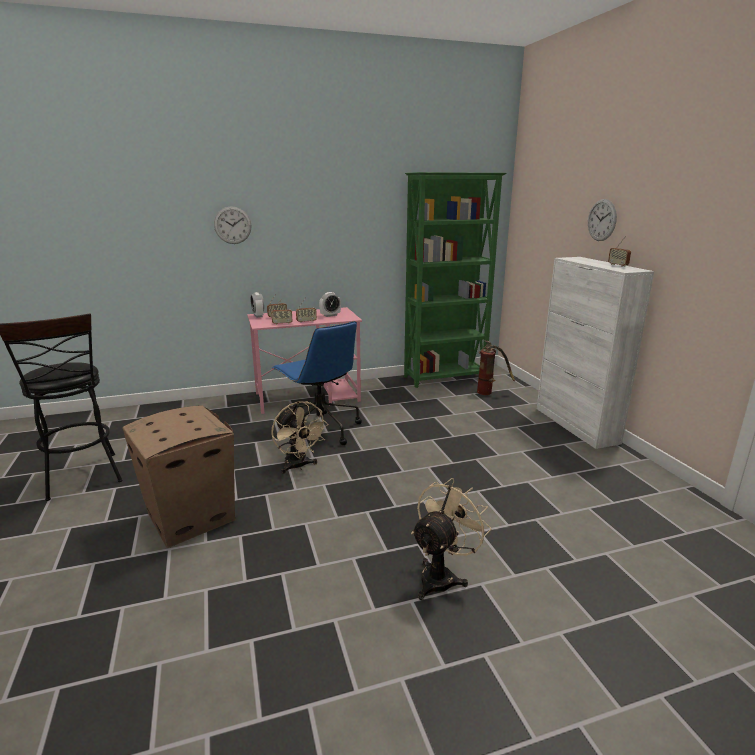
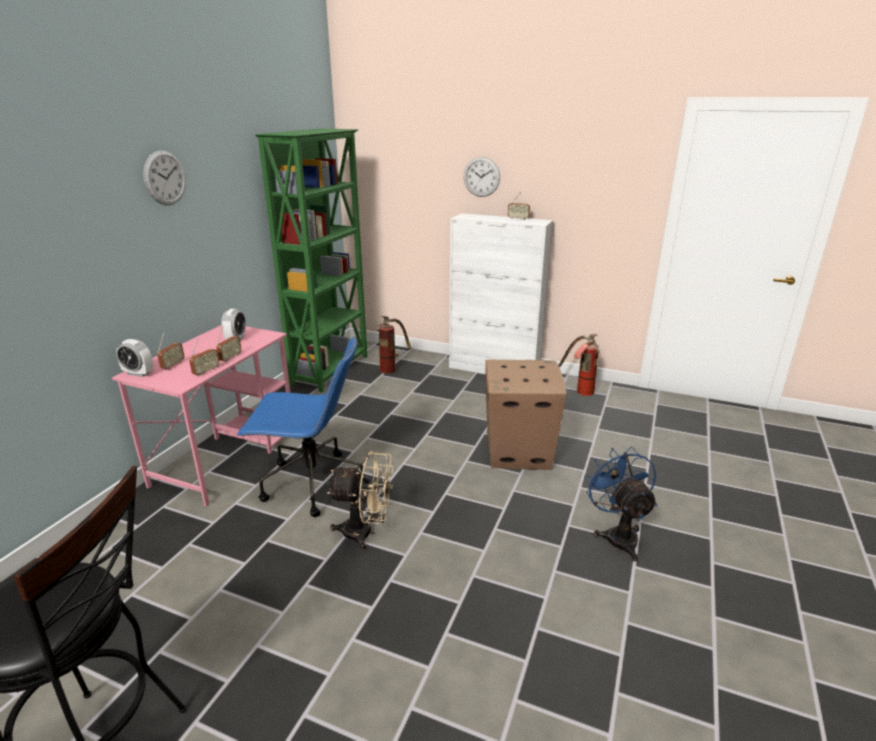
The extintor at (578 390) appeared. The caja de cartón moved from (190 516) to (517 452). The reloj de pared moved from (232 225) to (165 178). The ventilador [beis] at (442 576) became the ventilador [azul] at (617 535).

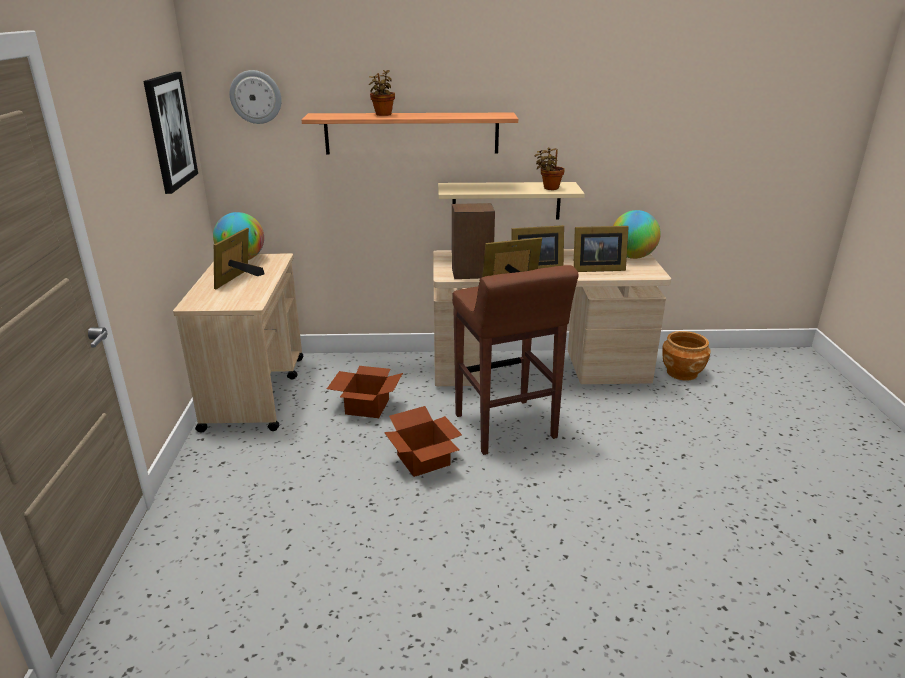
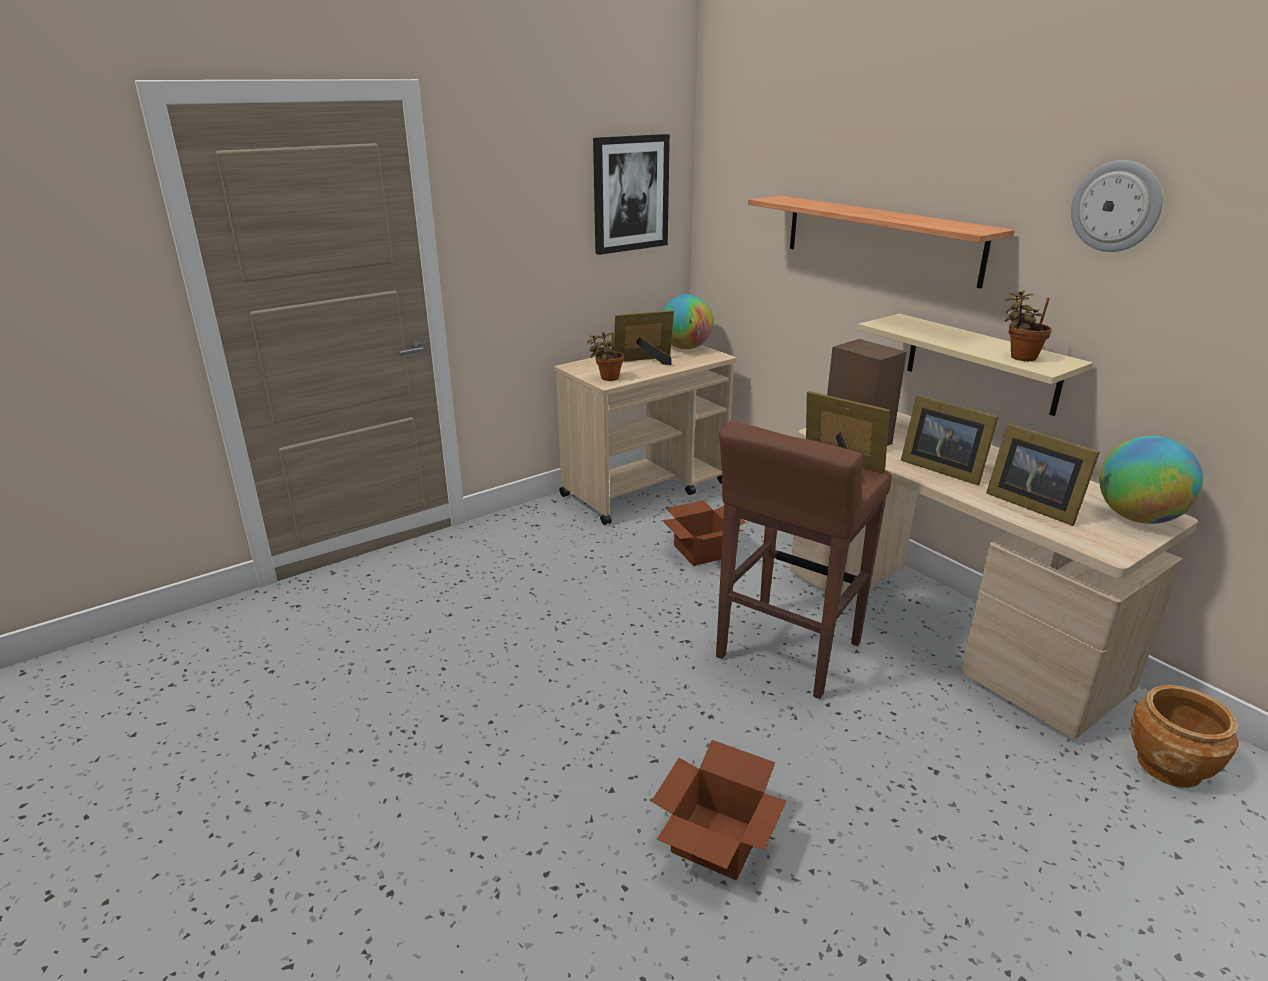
The reloj de pared moved from (256 97) to (1116 206). The planta en maceta moved from (383 115) to (607 378). The caja de cartón moved from (423 461) to (714 841).

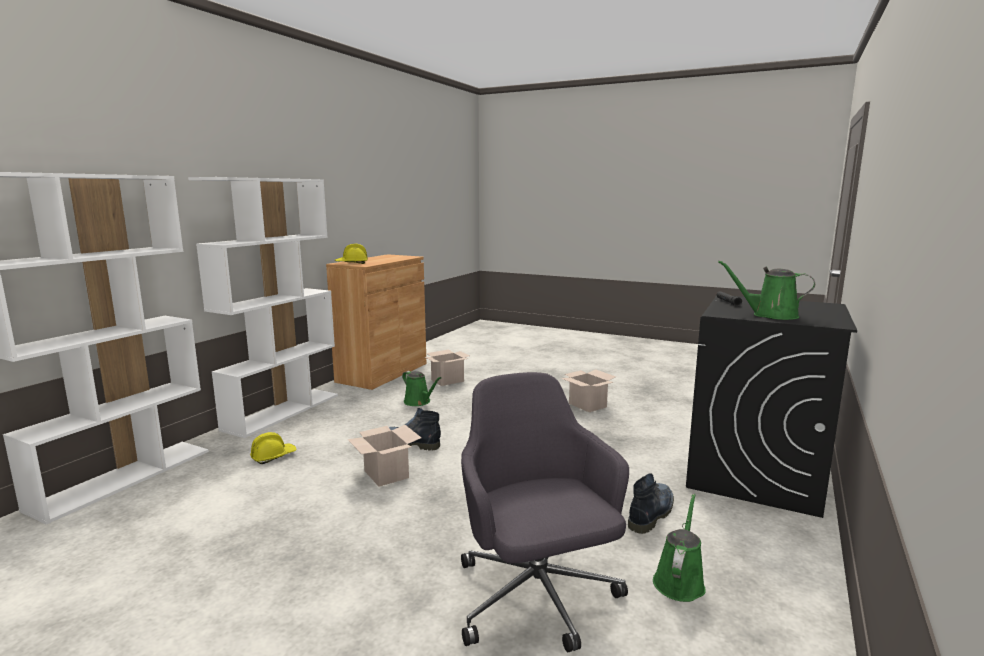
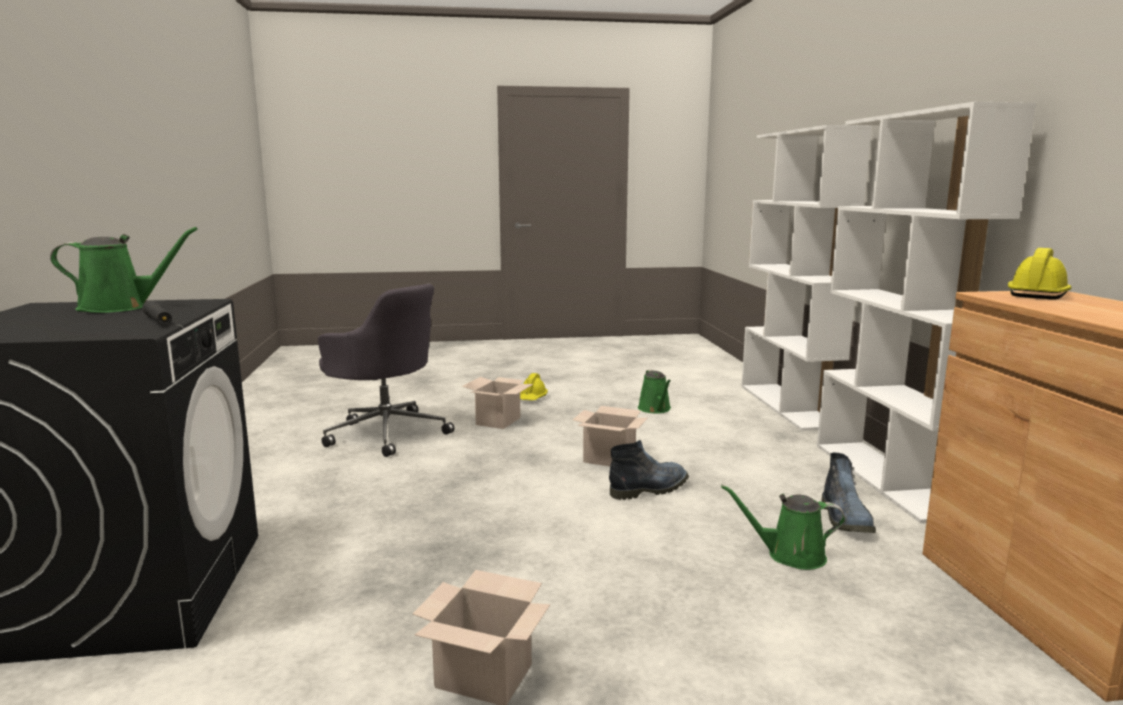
The casco [amarillo] moved from (273 456) to (532 398). The caja de cartón moved from (448 380) to (498 421). The bota moved from (651 513) to (846 520). The regadera [verde] moved from (679 581) to (655 409).

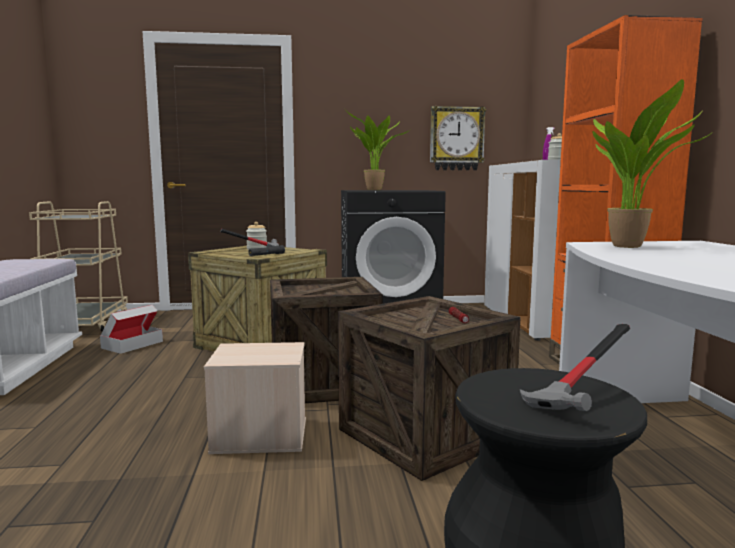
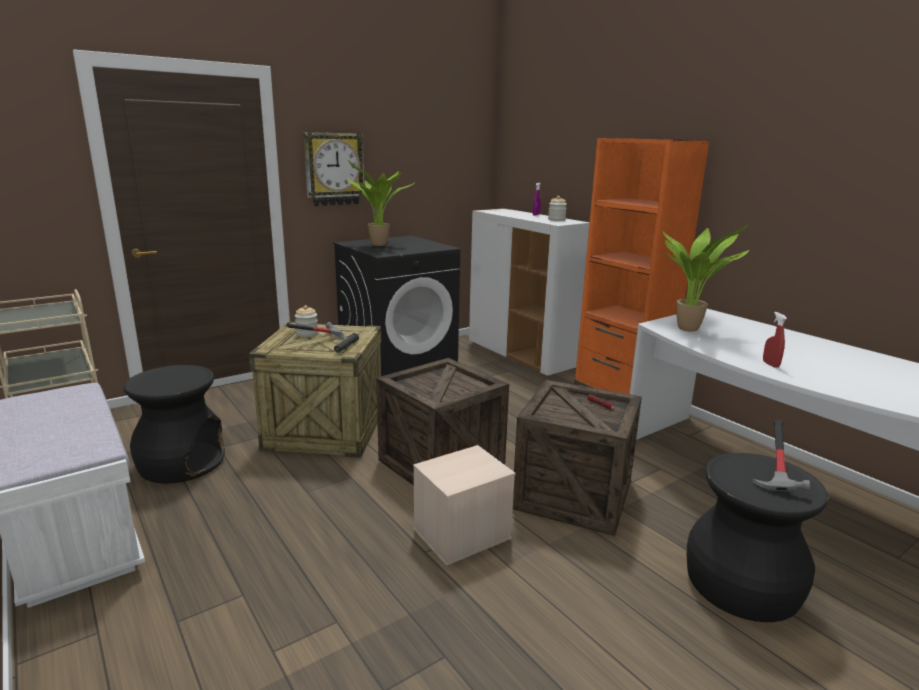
The pulverizador [rojo] at (770 364) appeared. The reloj de pared moved from (456 139) to (334 169). The caja de cartón at (132 344) was replaced by the taburete [negro] at (181 463).

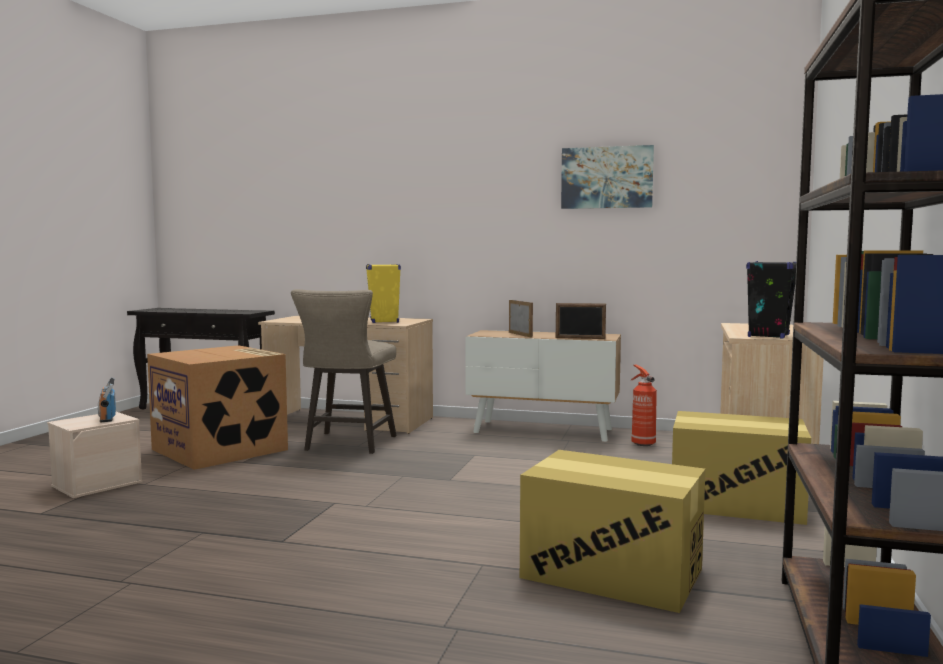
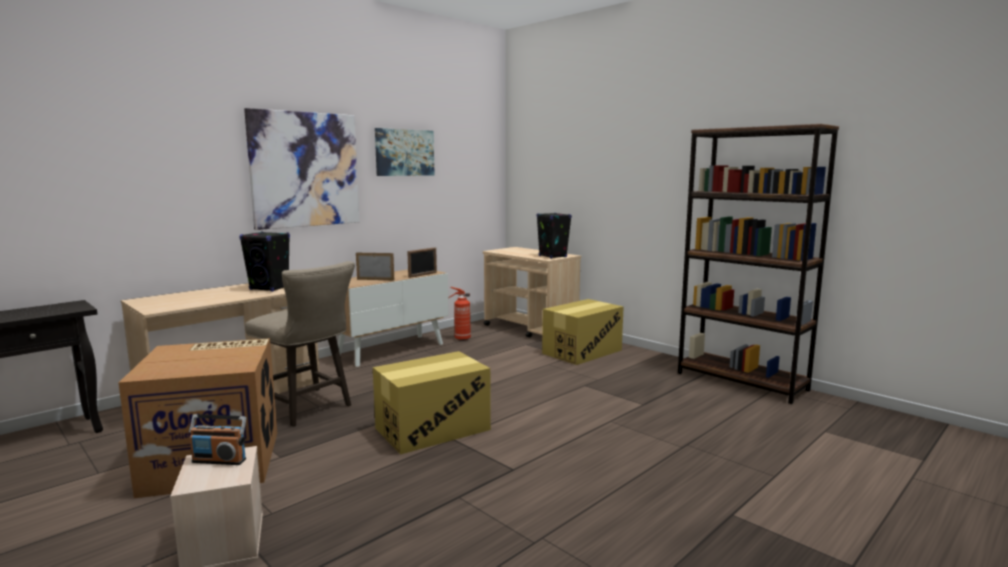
The cuadro at (305 169) appeared. The caja de cartón moved from (612 573) to (433 429). The altavoz [amarillo] at (384 321) became the altavoz [negro] at (270 288).

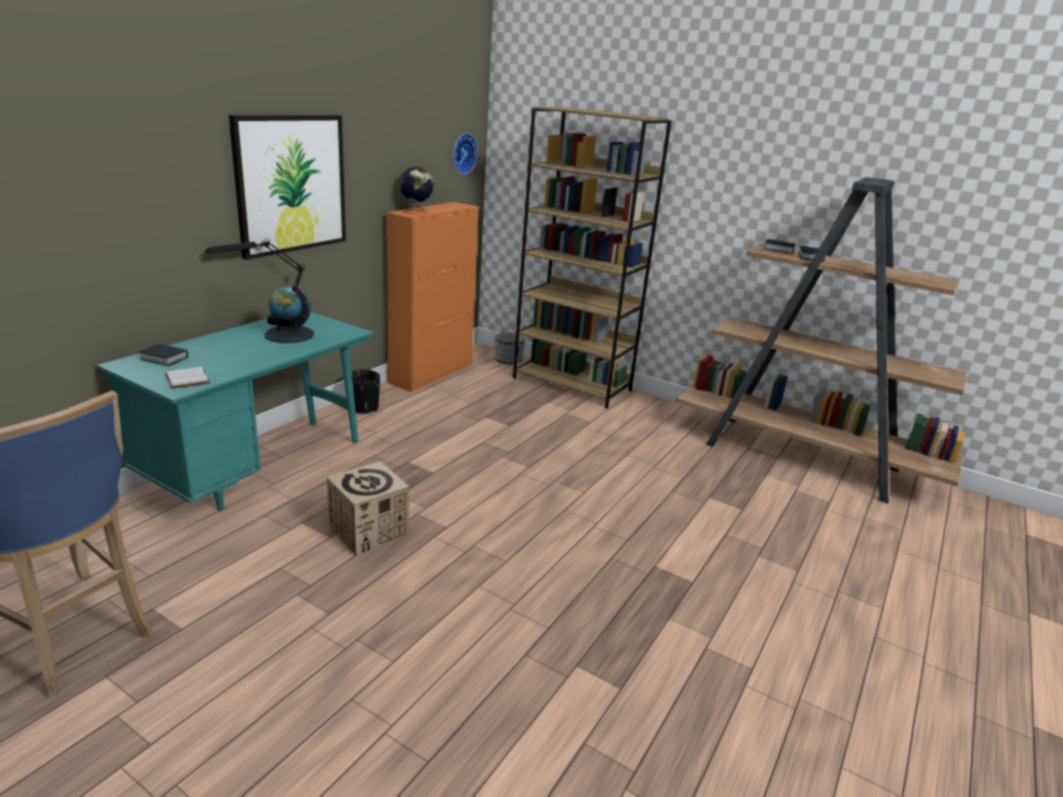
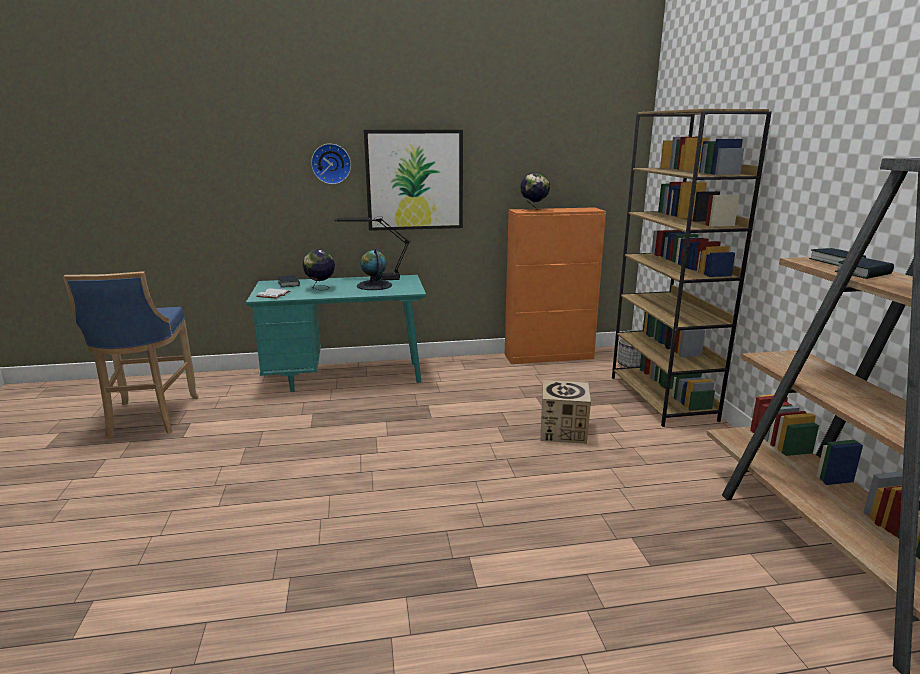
The maceta [negro] at (363 408) disappeared. The globo terráqueo at (320 288) appeared. The caja de cartón moved from (369 531) to (563 431). The reloj de pared moved from (462 153) to (331 164).

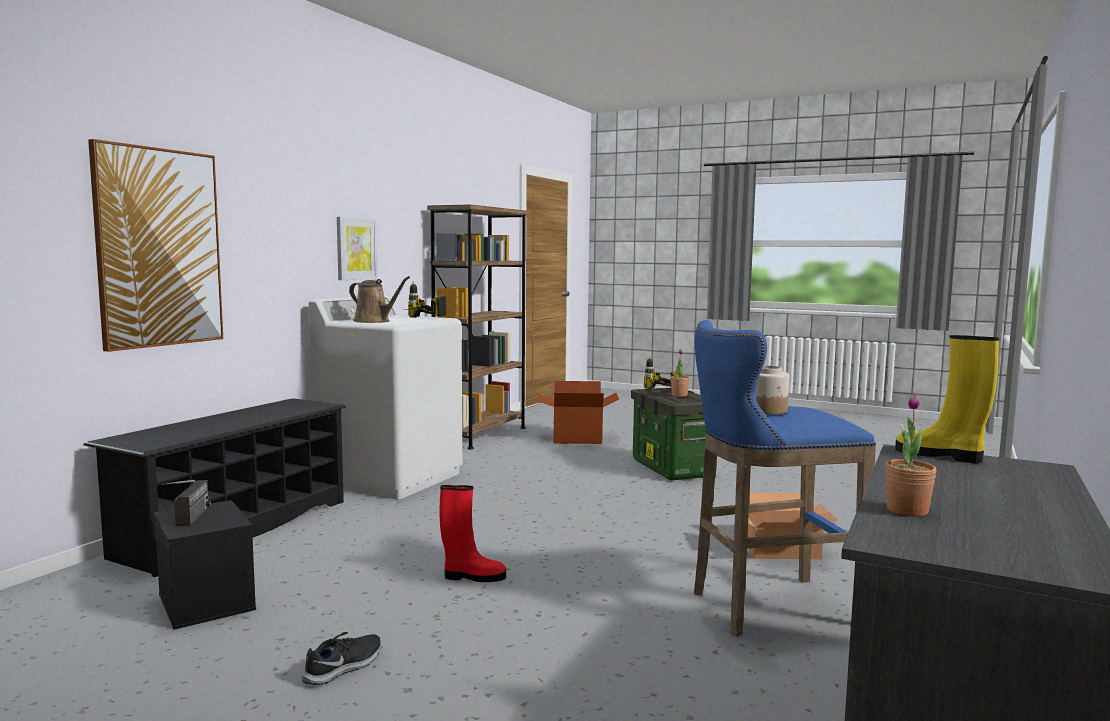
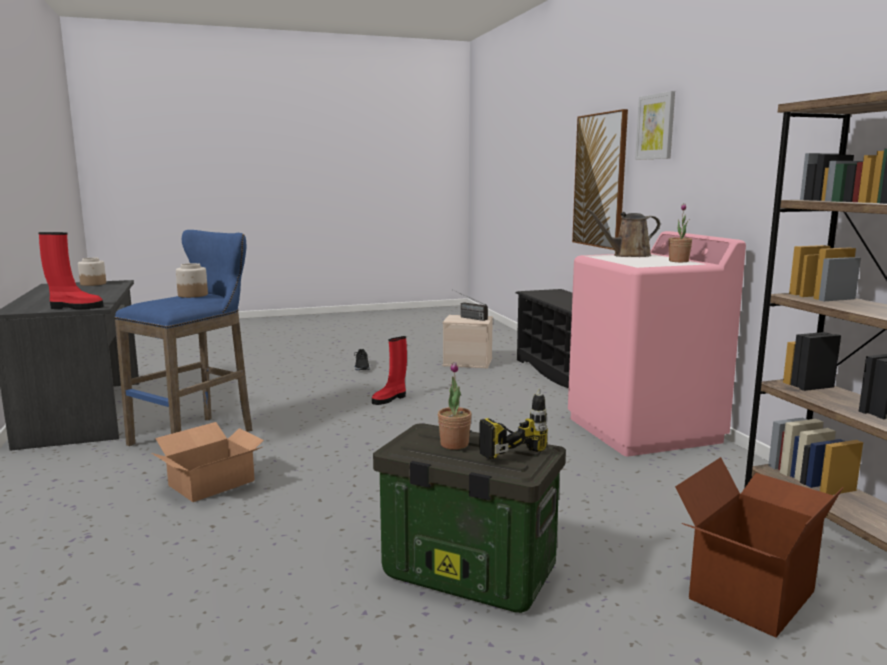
The taladro at (417 319) disappeared. The tarro at (93 284) appeared. The cuadro moved from (356 248) to (656 127). The planta en maceta moved from (907 510) to (678 261). The caja de almacenaje [negro] at (205 602) became the caja de almacenaje [beis] at (468 362). The lavadora [blanco] at (390 478) became the lavadora [rosa] at (644 430). The bota [amarillo] at (941 455) became the bota [rojo] at (75 307).

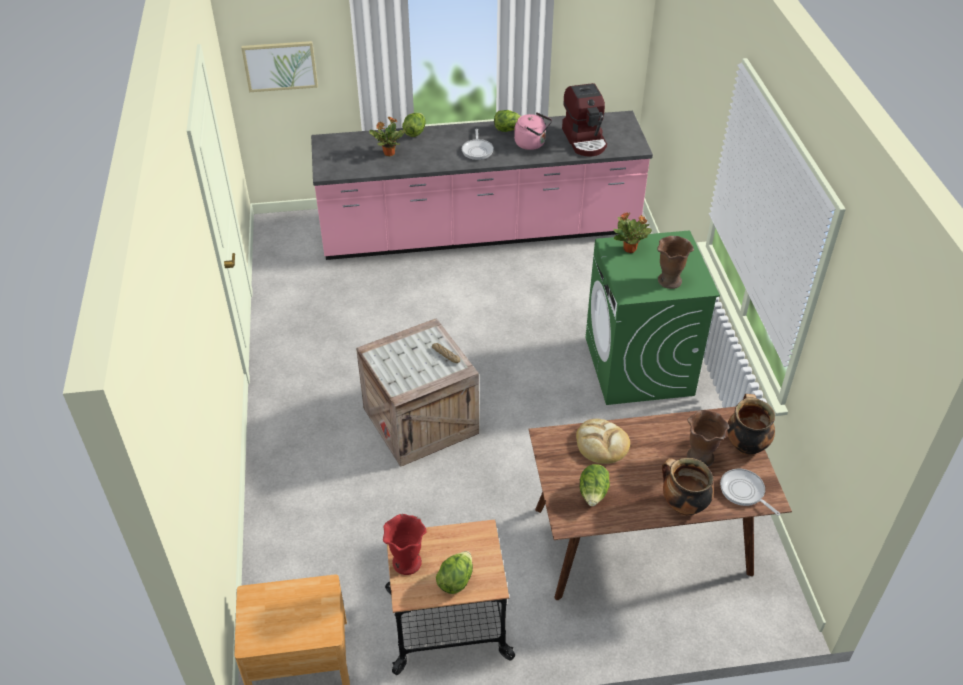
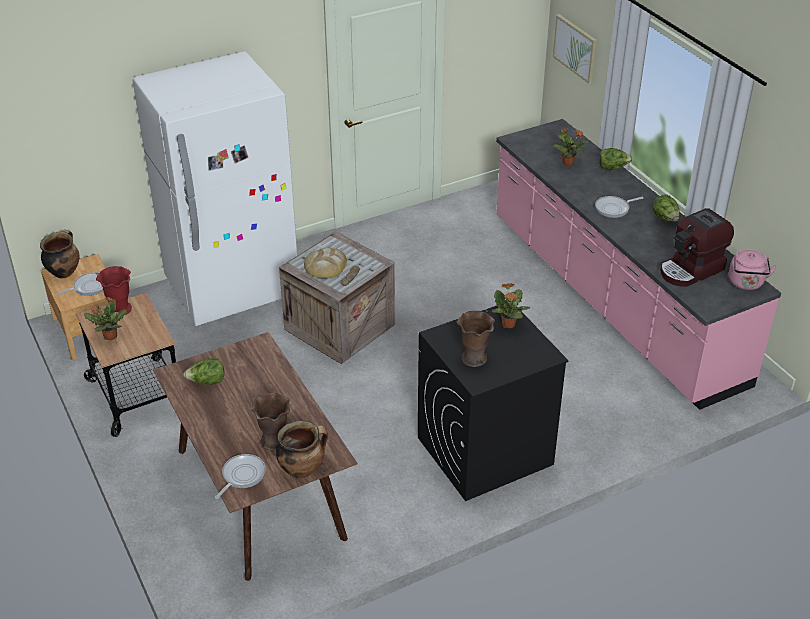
The sartén at (89 287) appeared. The nevera [blanco] at (232 289) appeared. The hervidor [rosa] moved from (532 144) to (746 284). The pan moved from (601 443) to (325 266). The olla moved from (682 505) to (64 272). The lechuga at (455 580) was replaced by the planta en maceta at (110 336). The lavadora [verde] at (639 366) became the lavadora [negro] at (484 451).

